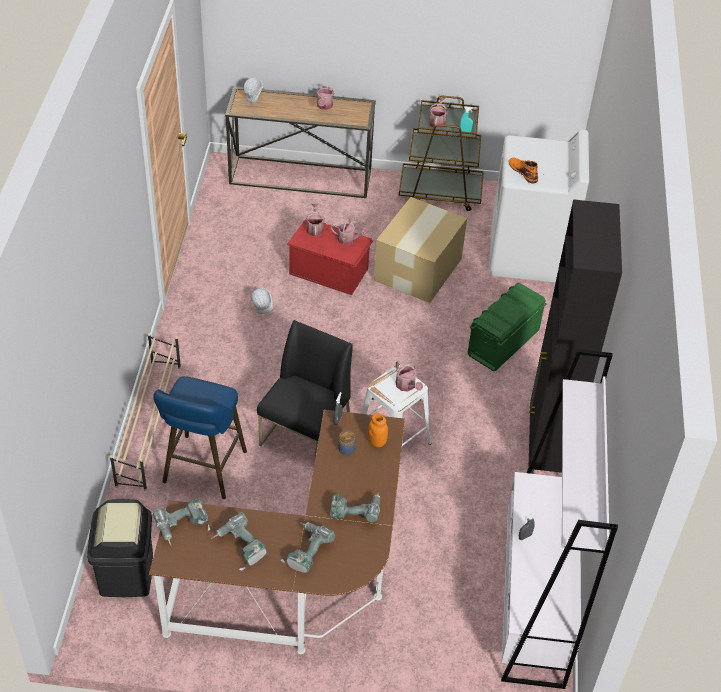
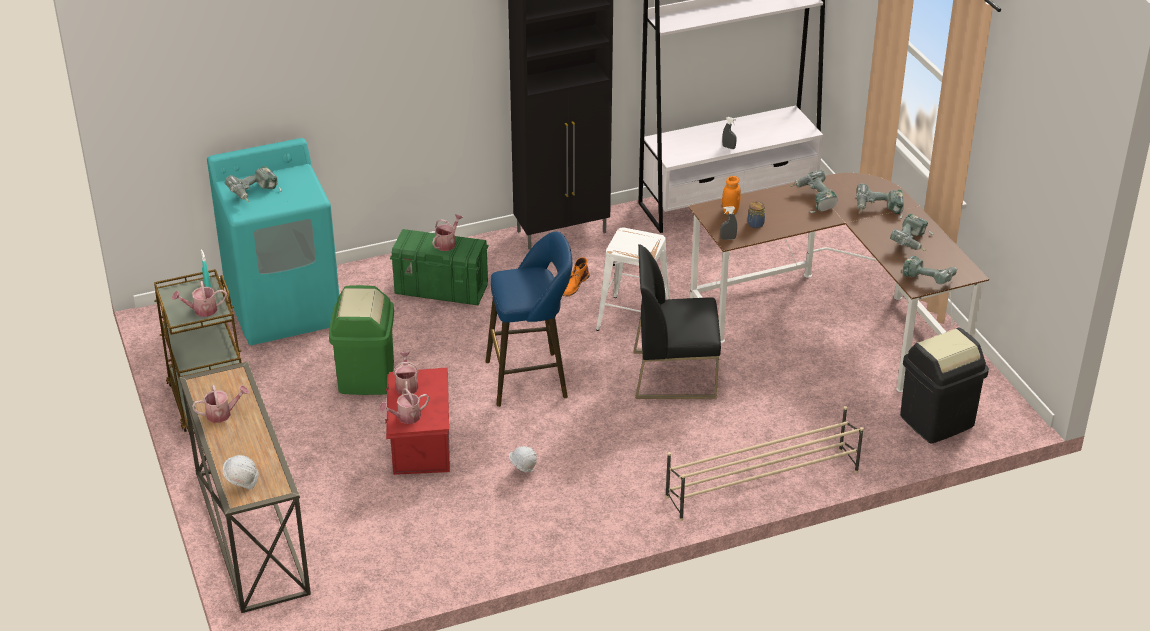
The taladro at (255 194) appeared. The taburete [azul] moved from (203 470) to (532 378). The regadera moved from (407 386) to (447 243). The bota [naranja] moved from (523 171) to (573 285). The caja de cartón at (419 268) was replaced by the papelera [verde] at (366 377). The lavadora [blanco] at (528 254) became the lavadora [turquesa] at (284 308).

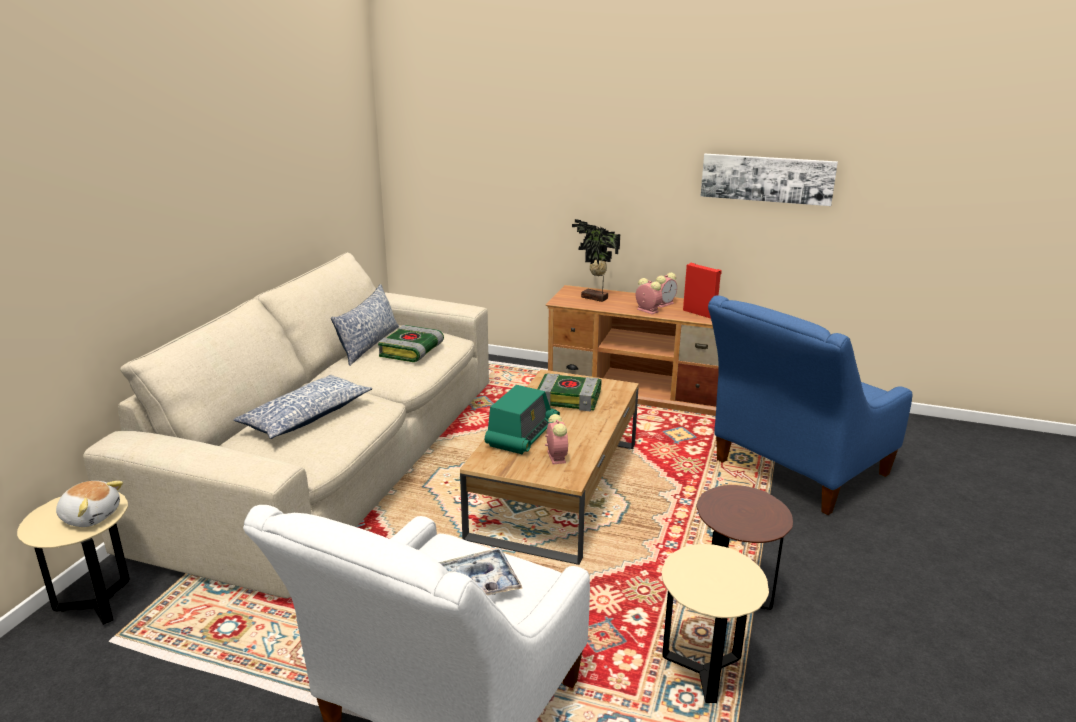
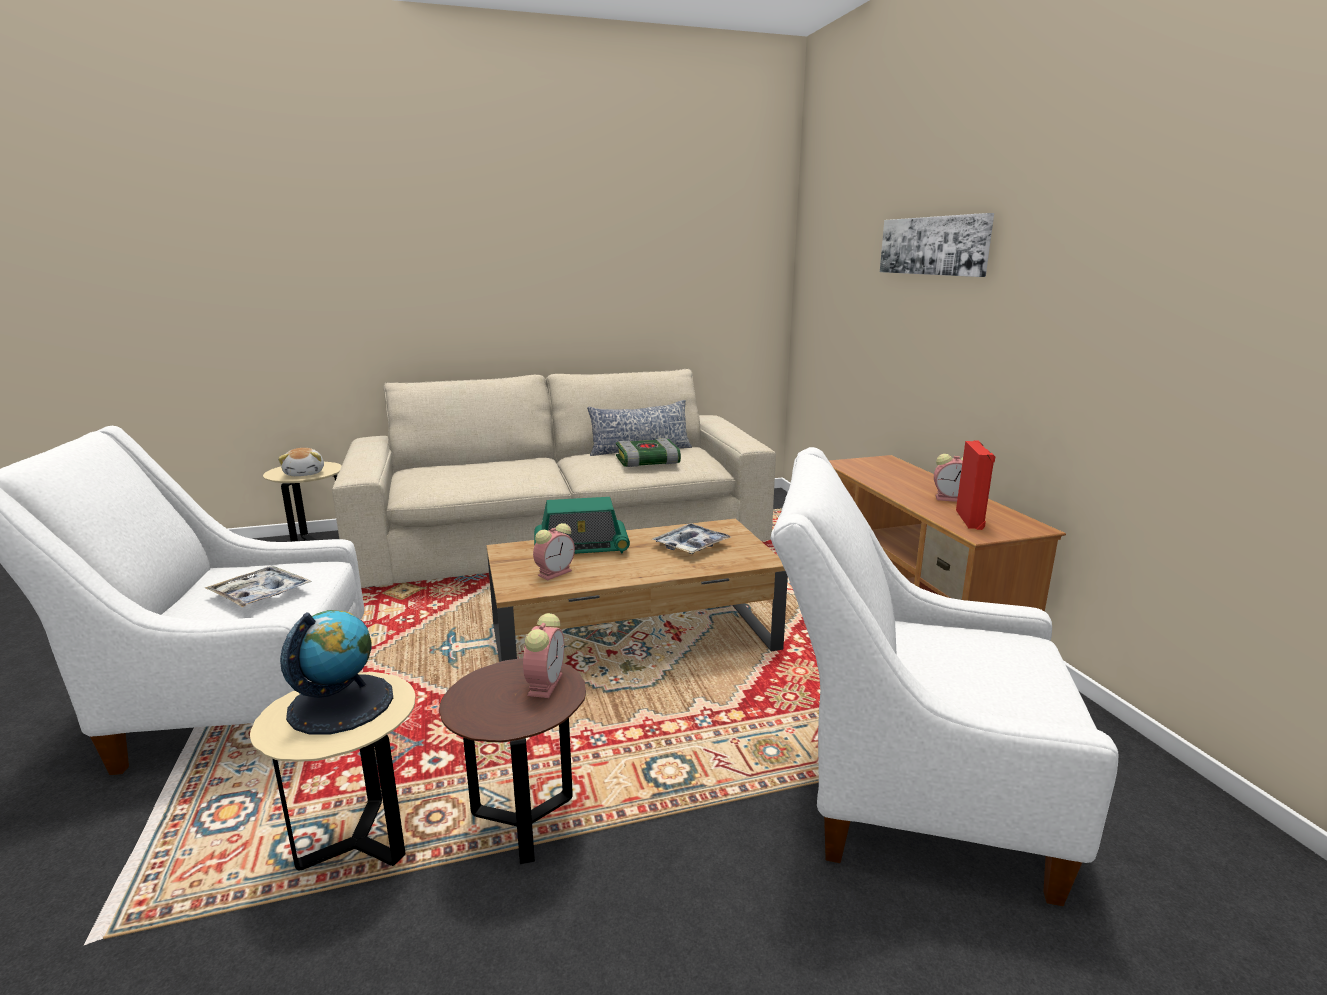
The cojín at (305 417) disappeared. The planta en maceta at (594 298) disappeared. The globo terráqueo at (341 703) appeared. The despertador moved from (646 310) to (545 683). The cuadro moved from (767 178) to (933 245). The libro at (570 398) was replaced by the bandeja at (691 545). The sillón [azul] at (793 471) became the sillón [blanco] at (904 790).

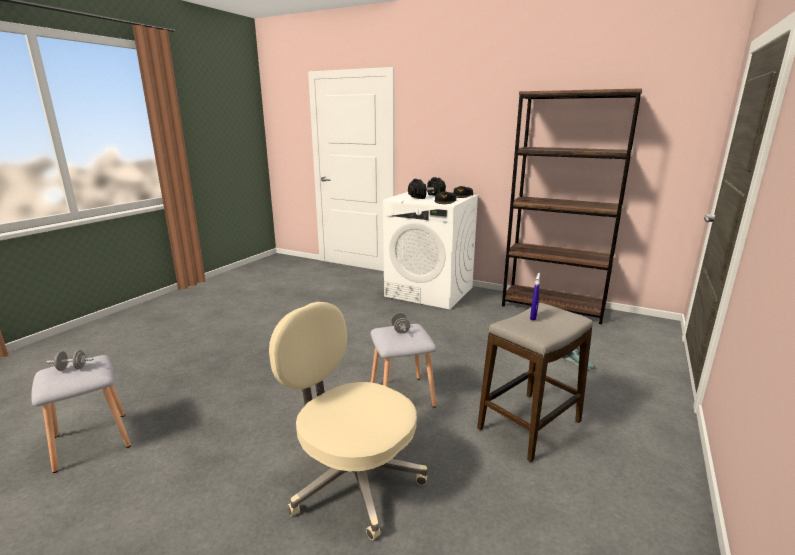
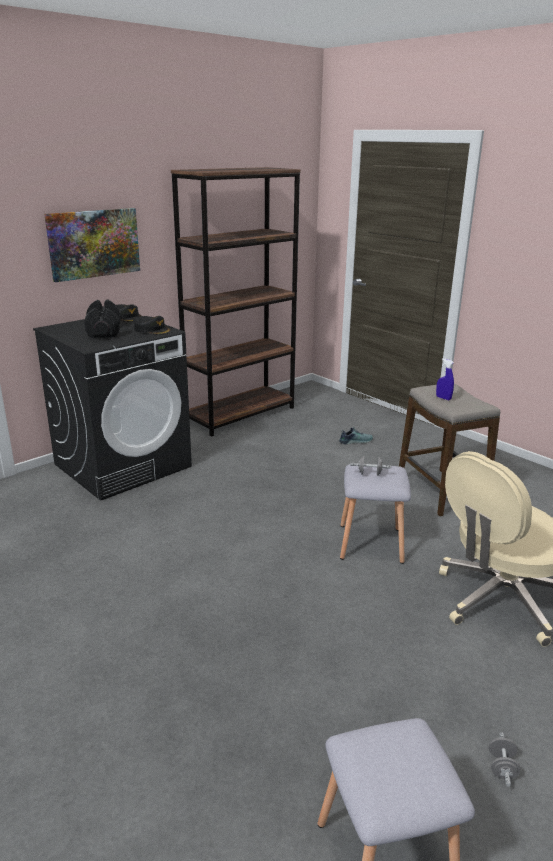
The cuadro at (93 243) appeared. The mancuerna [gris] moved from (72 368) to (502 767). The lavadora [blanco] at (430 292) became the lavadora [negro] at (123 465).

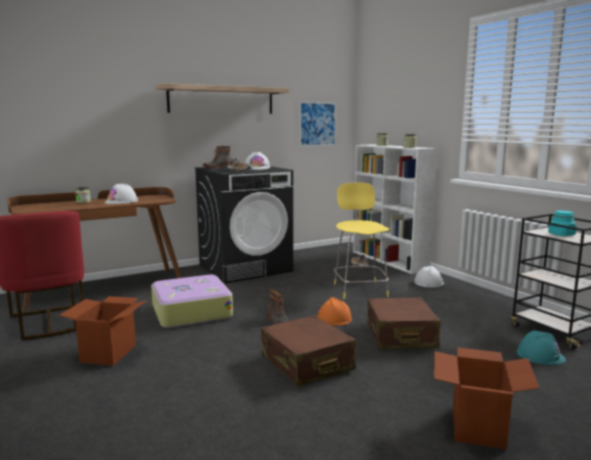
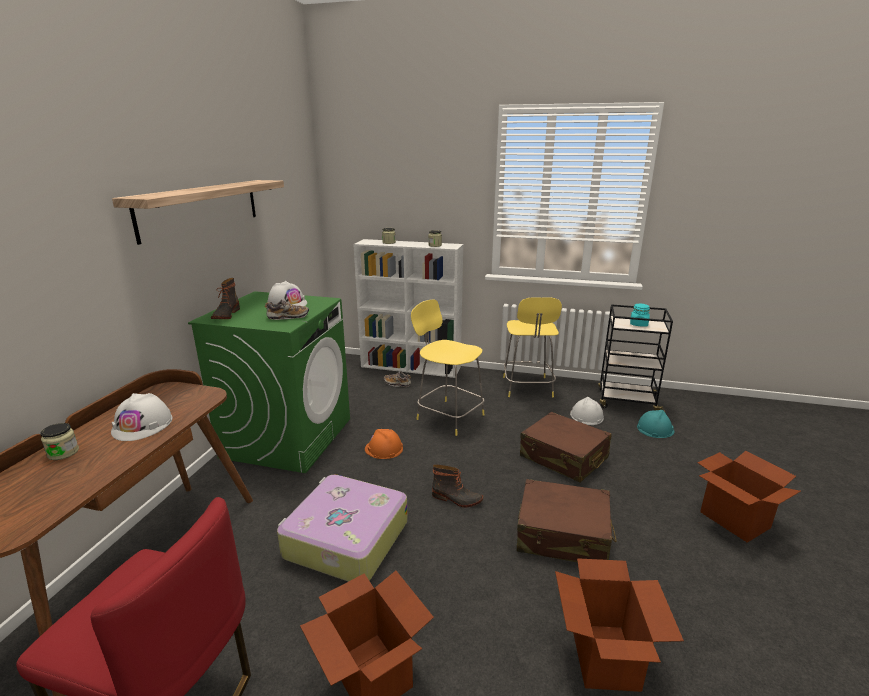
The cuadro at (317 124) disappeared. The taburete [amarillo] at (527 388) appeared. The caja de cartón at (604 657) appeared. The casco [naranja] moved from (334 318) to (383 449). The casco [blanco] moved from (428 282) to (586 416). The lavadora [negro] at (245 268) became the lavadora [verde] at (288 437).

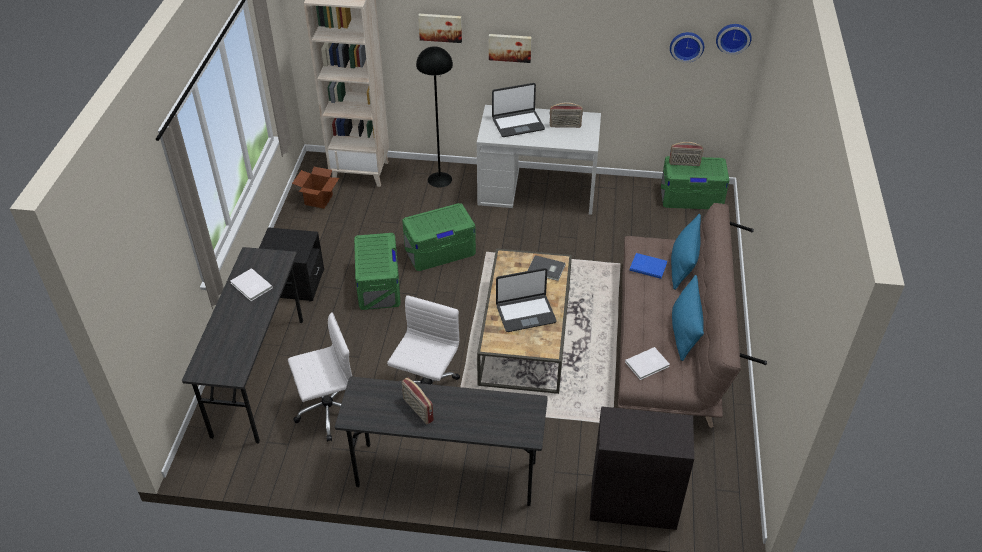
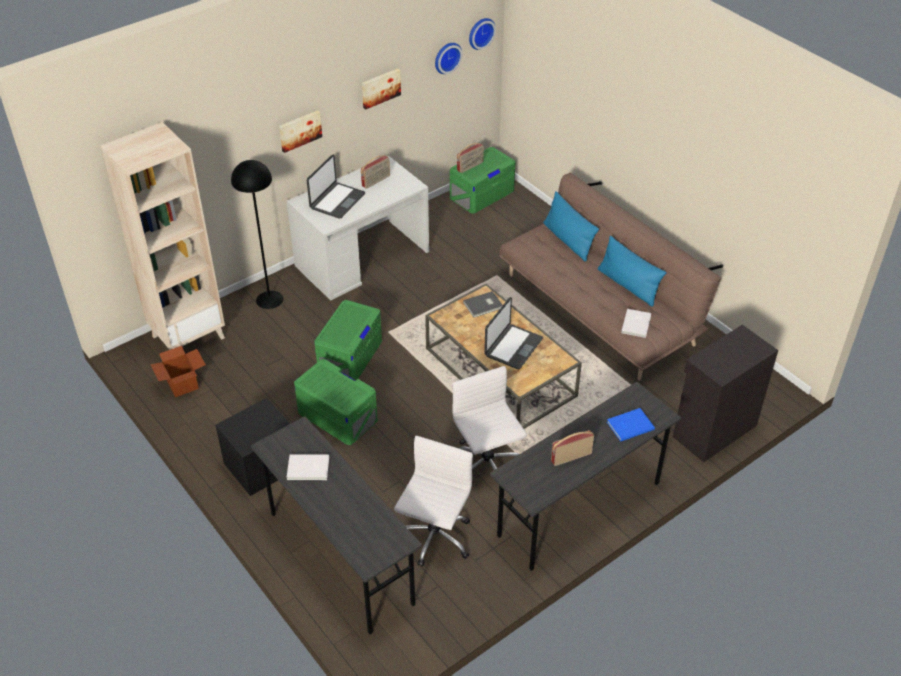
The cuadro moved from (440 27) to (380 88). The libro [azul] moved from (647 266) to (629 425). The radio at (417 410) turned 150 degrees clockwise.

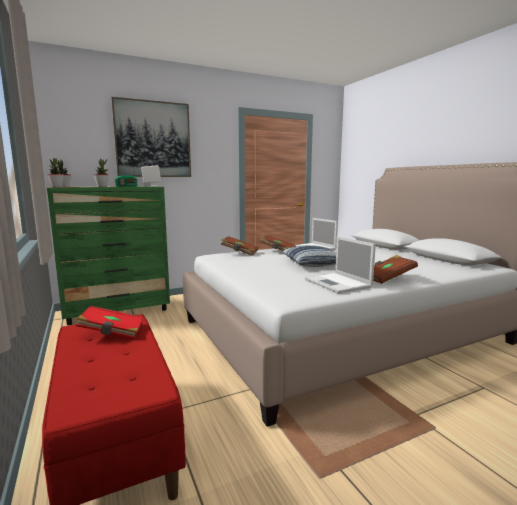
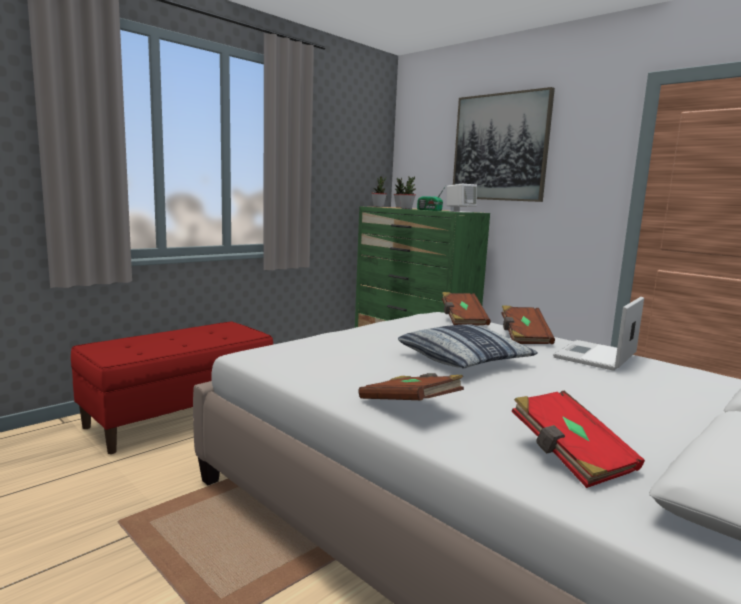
The portátil at (338 283) disappeared. The libro [rojo] moved from (112 333) to (570 457).

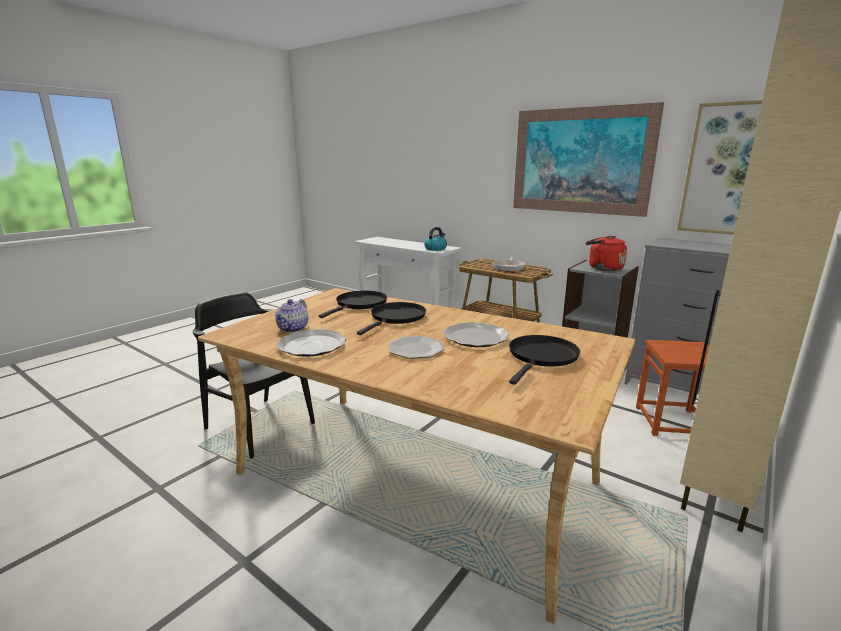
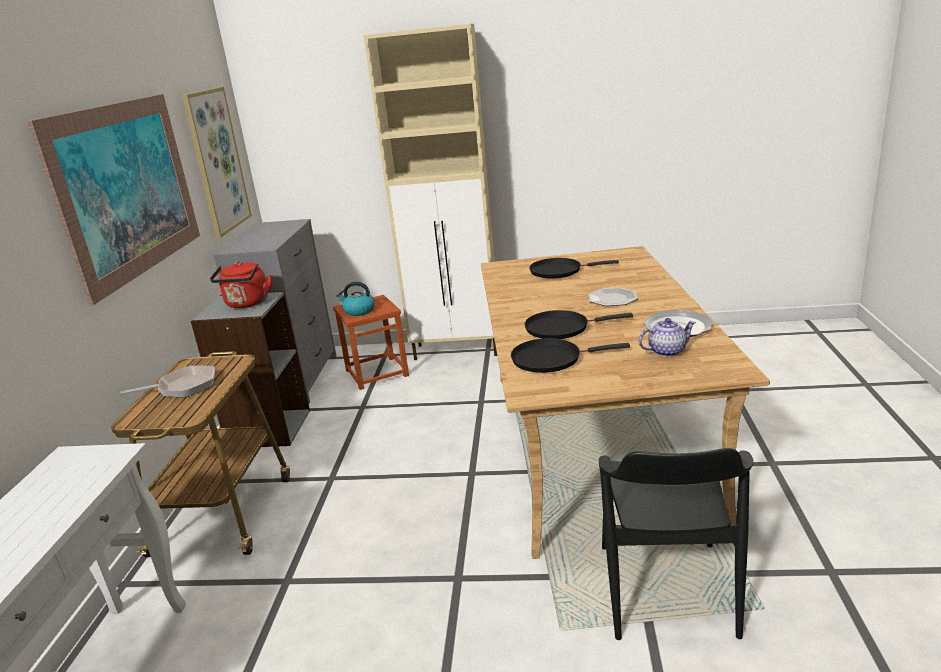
The plato at (475 337) disappeared. The hervidor moved from (435 248) to (358 311).

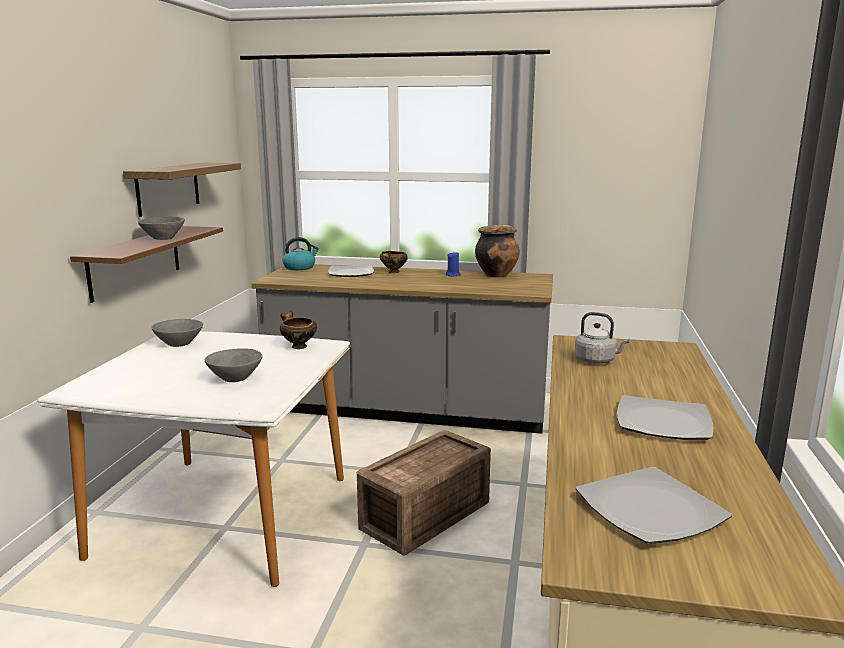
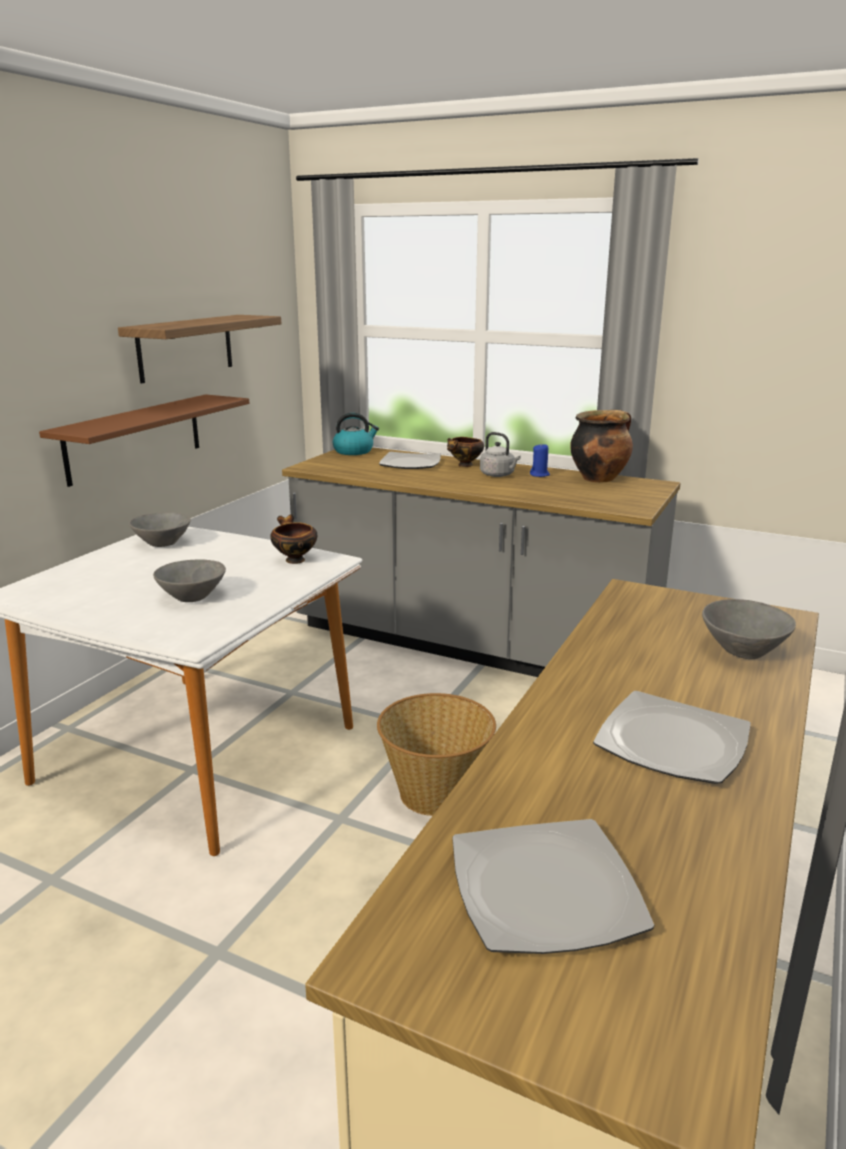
The cuenco [gris] moved from (163 238) to (743 651). The hervidor [gris] moved from (597 361) to (498 475). The caja de embalaje at (428 515) was replaced by the cesta at (436 793).

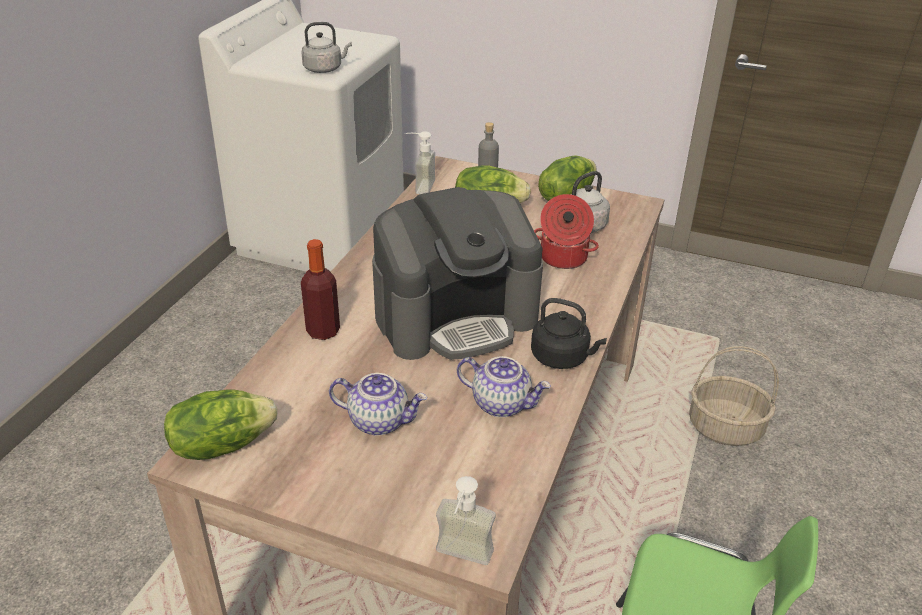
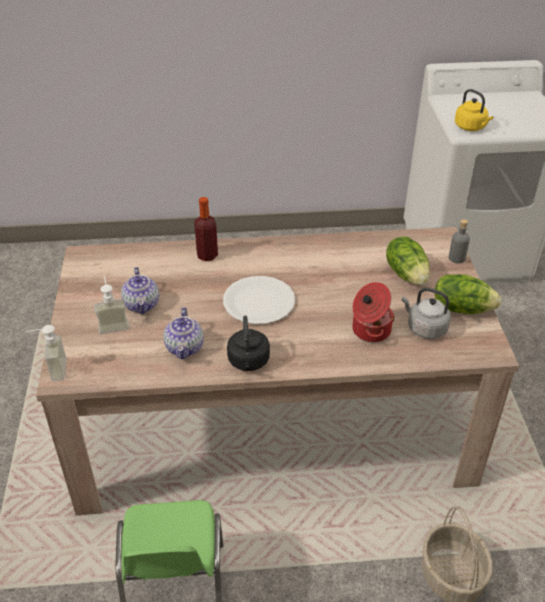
The lechuga at (221 444) disappeared. The dispensador de jabón moved from (418 186) to (113 324). The cafetera at (456 317) was replaced by the plato [blanco] at (259 302). The hervidor [gris] at (325 69) became the hervidor [amarillo] at (471 127).

